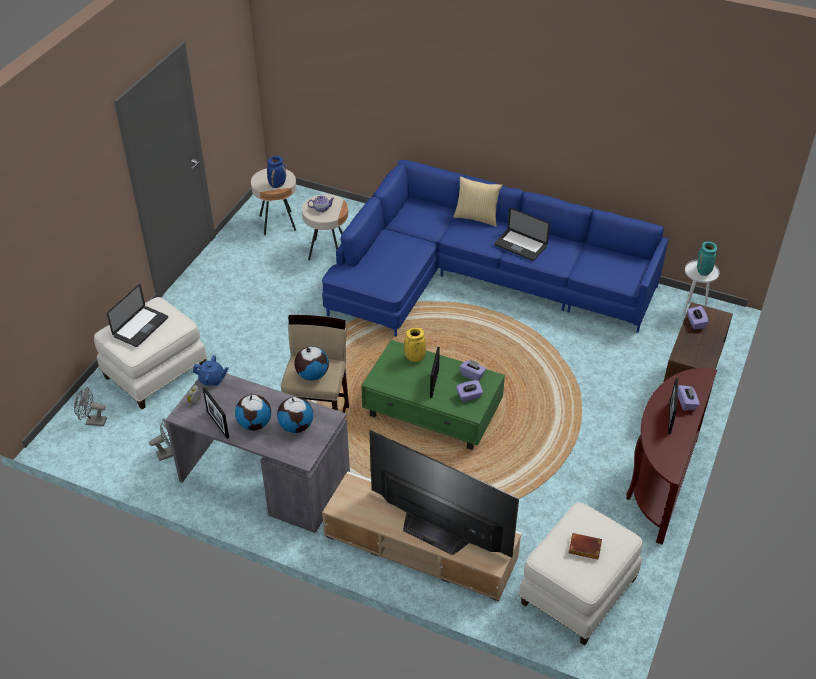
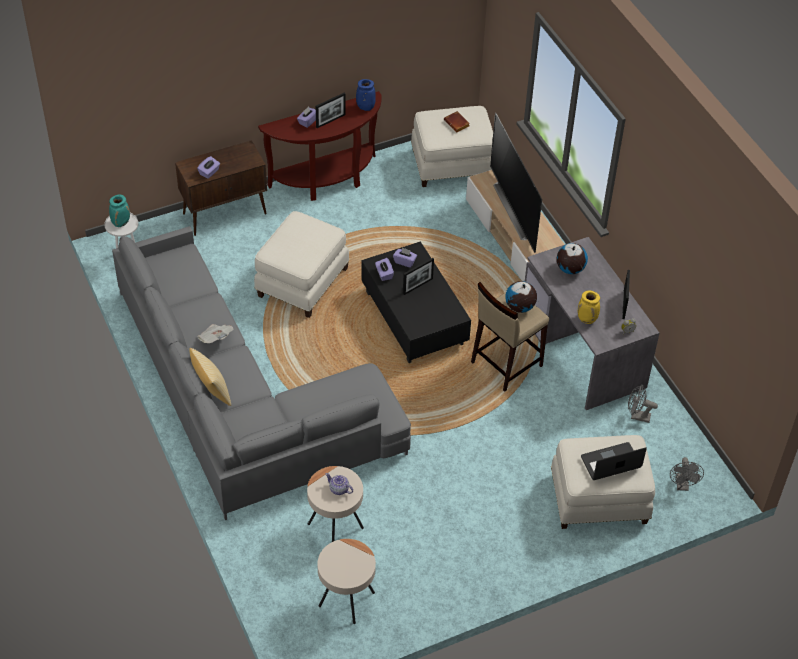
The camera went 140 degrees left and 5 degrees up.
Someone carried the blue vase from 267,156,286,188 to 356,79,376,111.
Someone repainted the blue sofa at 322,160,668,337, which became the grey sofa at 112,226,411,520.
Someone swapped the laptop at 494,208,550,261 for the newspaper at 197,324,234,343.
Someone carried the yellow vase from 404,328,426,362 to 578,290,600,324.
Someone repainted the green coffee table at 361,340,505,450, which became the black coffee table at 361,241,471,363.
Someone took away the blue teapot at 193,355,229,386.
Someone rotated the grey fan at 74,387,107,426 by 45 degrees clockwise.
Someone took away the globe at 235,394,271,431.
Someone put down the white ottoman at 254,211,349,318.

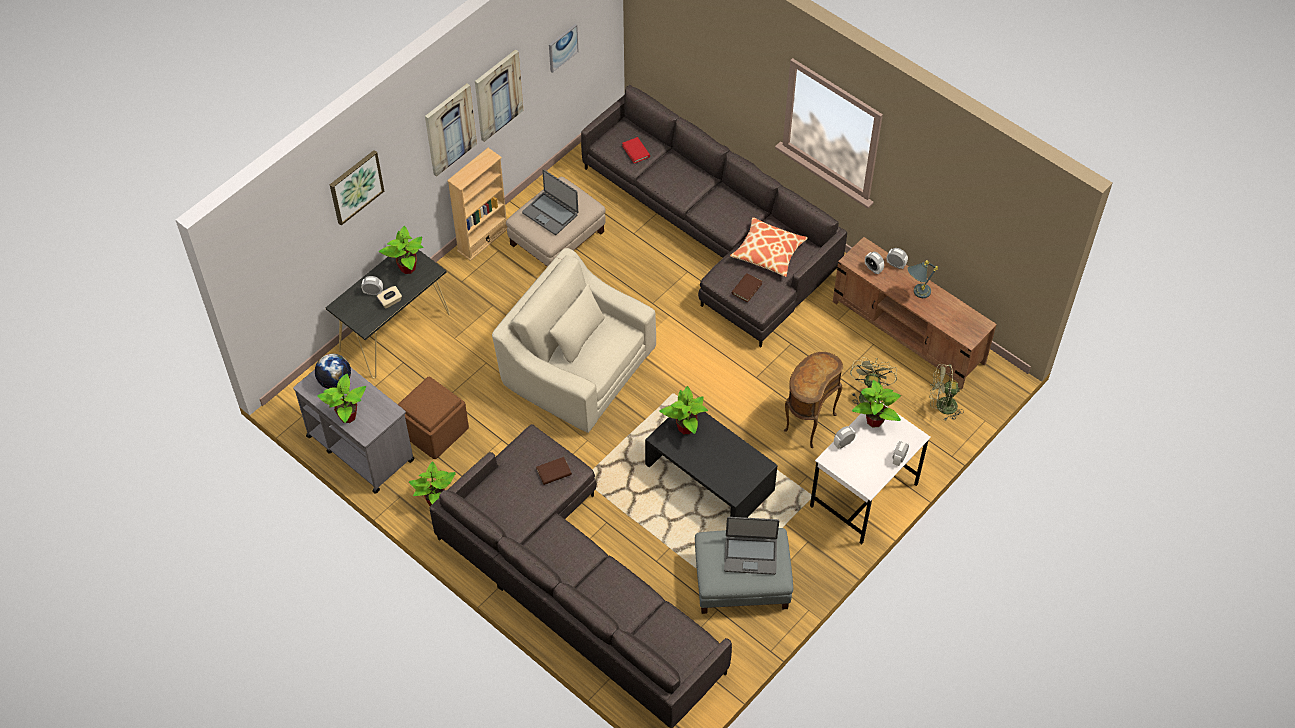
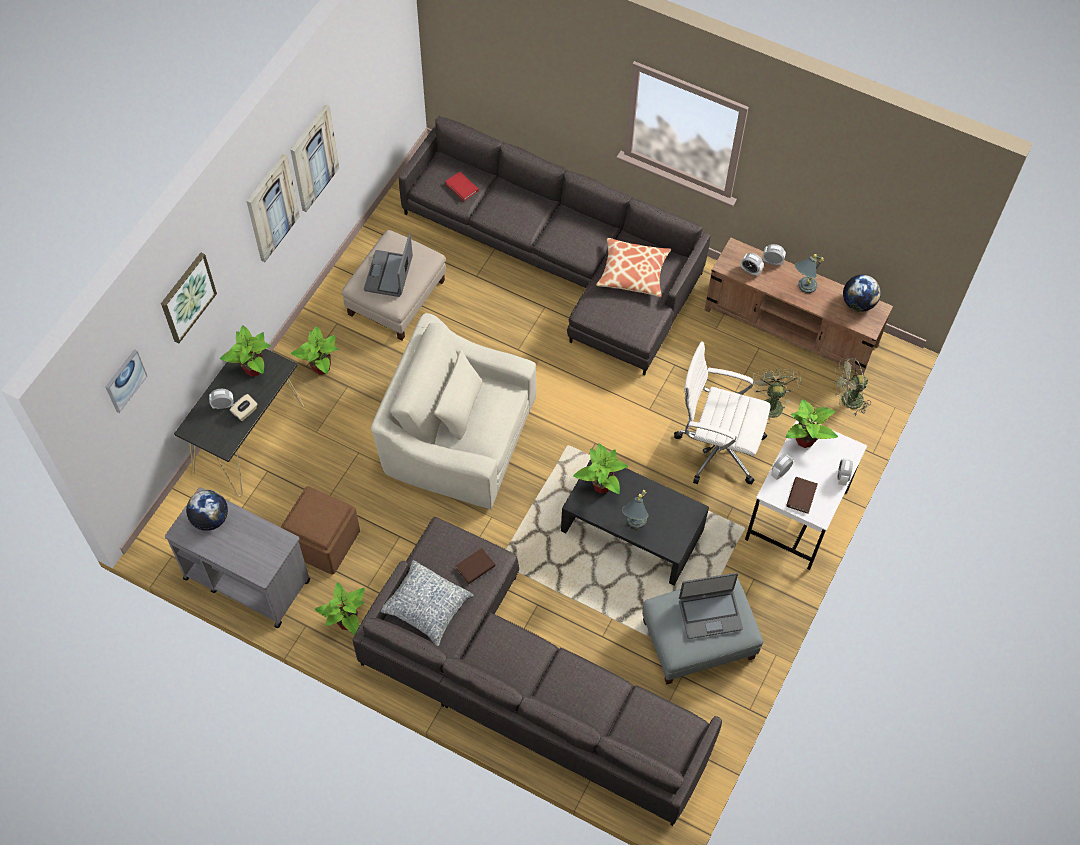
The camera went 15 degrees left and 5 degrees up.
Someone carried the picture from 549,24,578,73 to 105,349,148,413.
Someone took away the beige bookcase at 447,148,507,261.
Someone rotated the laptop at 522,169,578,235 by 75 degrees clockwise.
Someone carried the brown book from 731,273,763,302 to 786,477,818,514.
Someone swapped the brown side table at 784,352,843,448 for the white office chair at 674,342,771,485.
Someone carried the potted plant from 317,374,366,423 to 291,326,338,375.
Someone put down the globe at 843,275,881,312.
Someone put down the grey table lamp at 622,490,648,529.
Someone put down the pillow at 381,560,474,646.

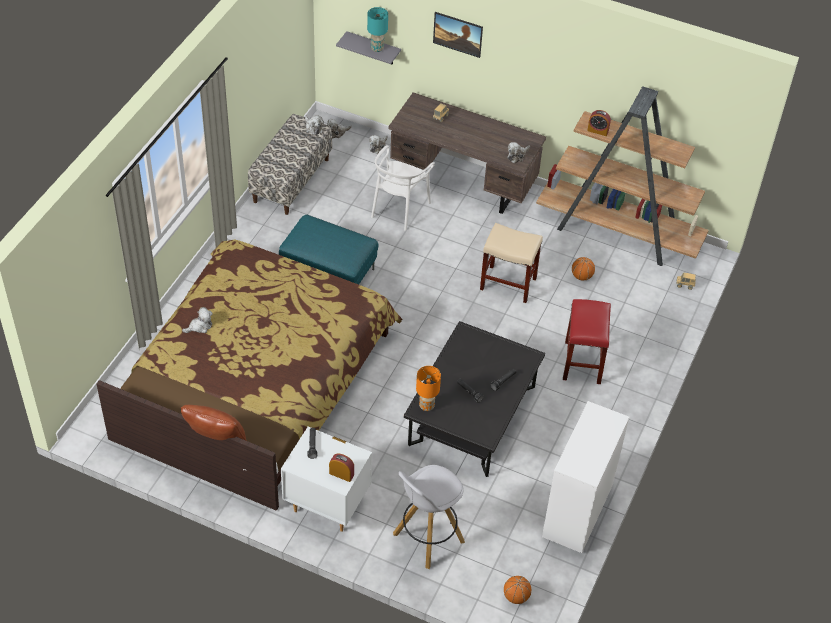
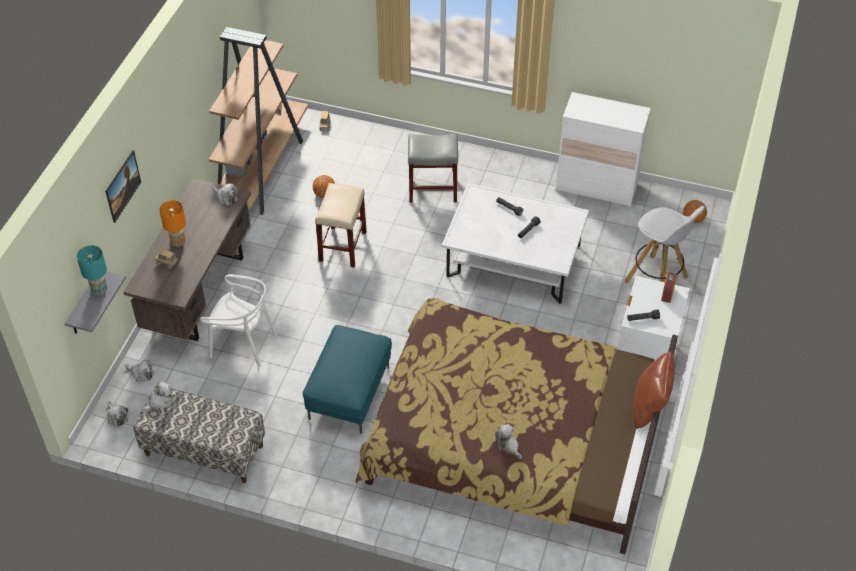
The camera went 95 degrees left and 0 degrees up.
Someone took away the alarm clock at 587,110,611,136.
Someone repainted the red stool at 563,299,611,384, which became the grey stool at 408,134,458,203.
Someone repainted the black coffee table at 404,321,545,477, which became the white coffee table at 442,183,589,304.
Someone carried the orange table lamp from 416,366,441,411 to 159,200,186,247.

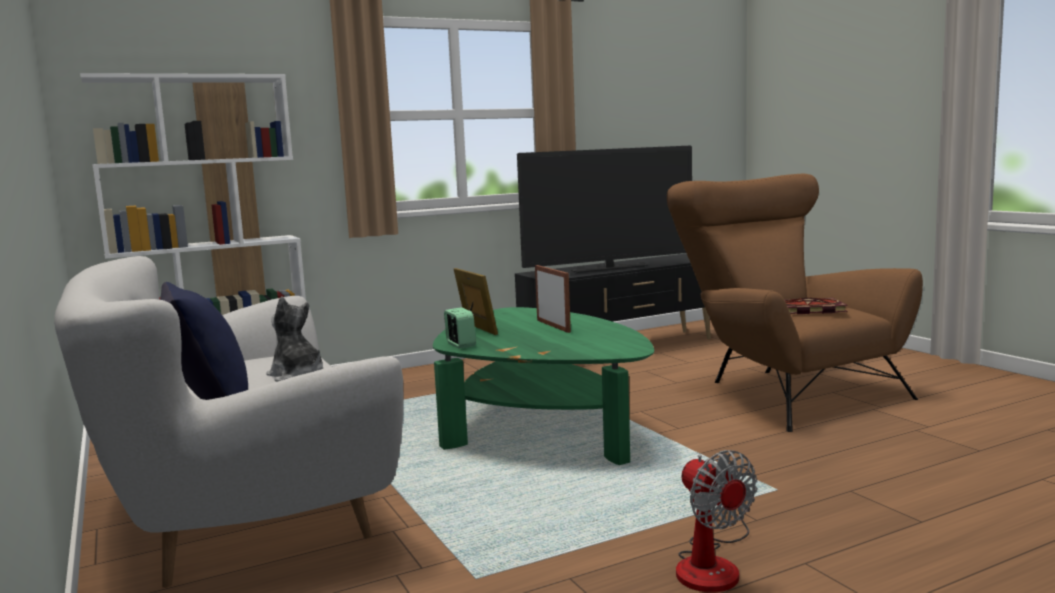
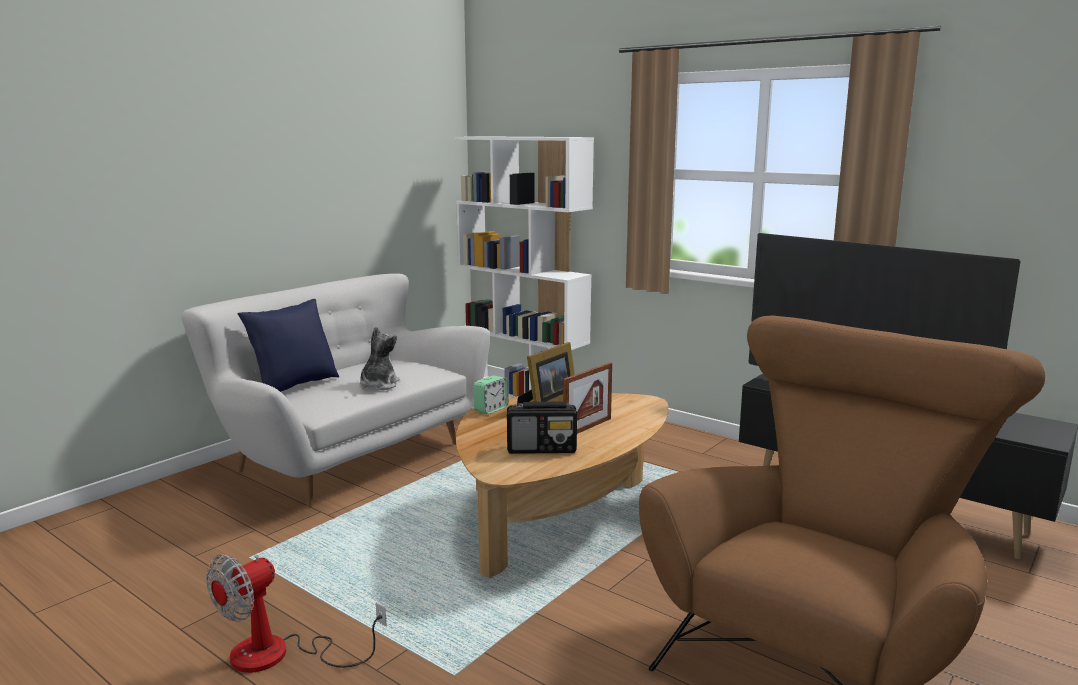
The camera went 65 degrees right and 5 degrees up.
Someone took away the book at 785,298,848,314.
Someone repainted the green coffee table at 433,307,654,465, which became the brown coffee table at 456,393,669,578.
Someone put down the radio at 507,401,577,454.

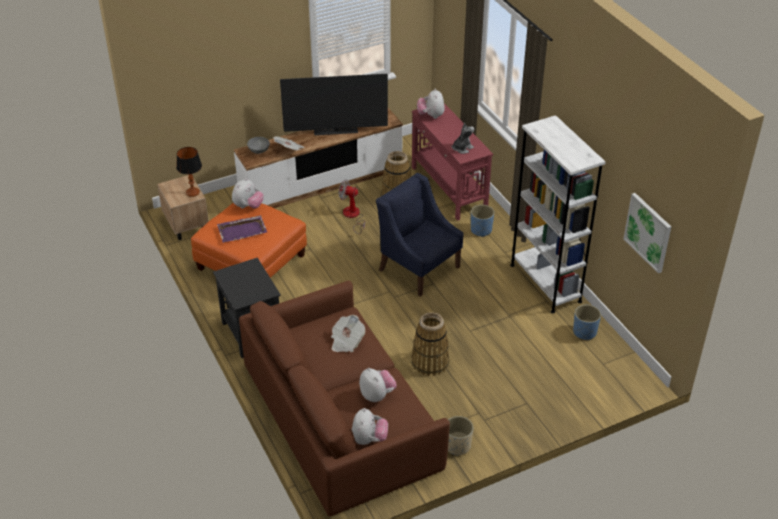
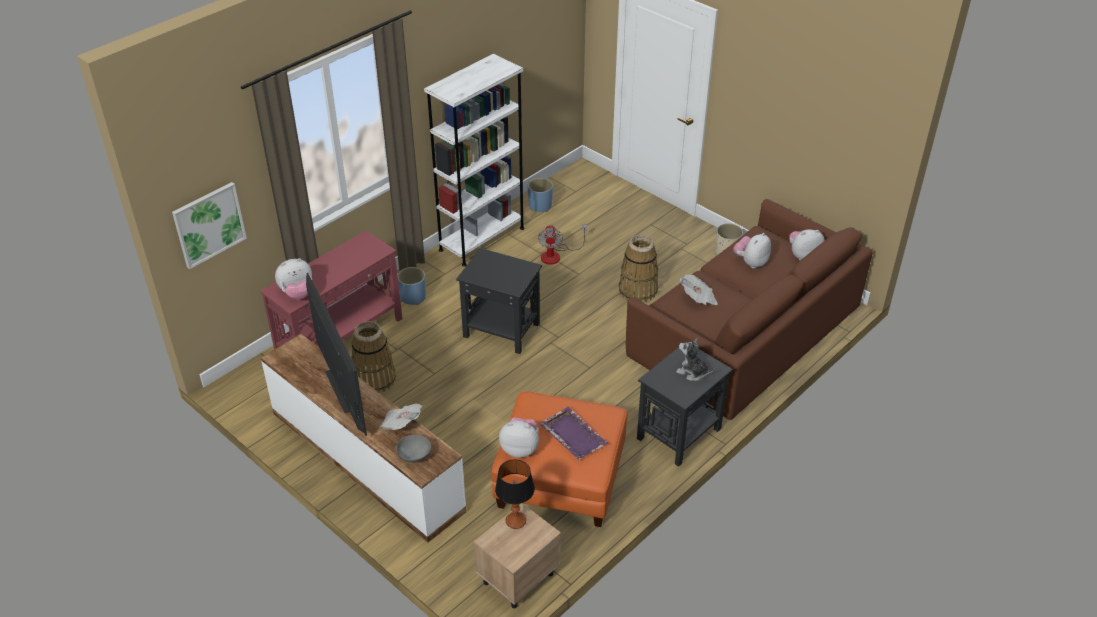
The camera went 110 degrees left and 0 degrees up.
Someone carried the plush toy from 452,123,474,154 to 676,338,714,381.
Someone swapped the blue armchair at 376,173,463,296 for the black side table at 456,248,542,354.
Someone carried the fan from 339,180,365,234 to 538,224,587,264.
Someone carried the picture from 623,193,671,273 to 172,182,247,269.

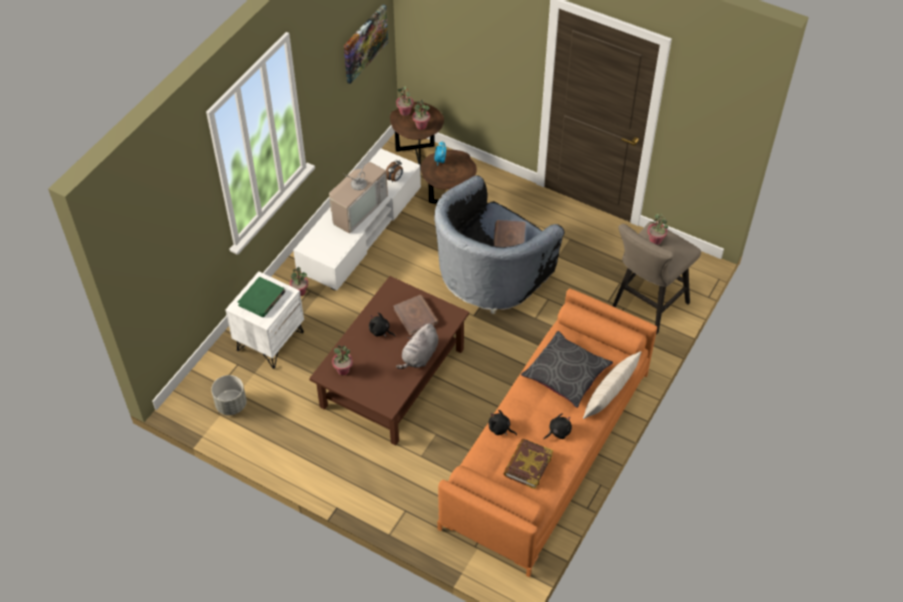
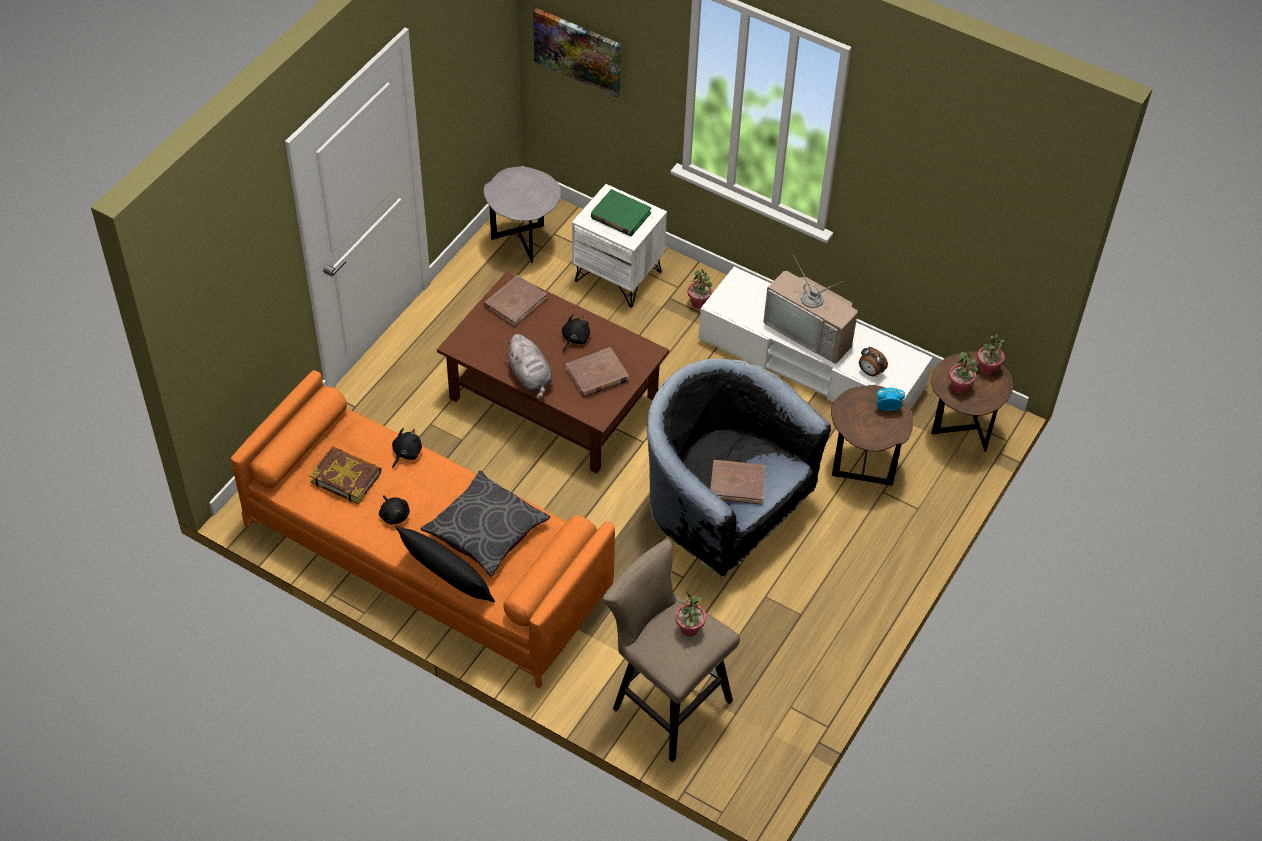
The camera went 90 degrees right and 0 degrees up.
Someone carried the picture from 344,4,388,84 to 533,8,621,97.
Someone rotated the grey plush toy at 396,324,438,369 by 150 degrees counterclockwise.
Someone swapped the potted plant at 332,345,353,375 for the brown book at 484,275,547,327.
Someone repainted the beige pillow at 583,351,641,419, which became the black pillow at 395,526,495,602.
Someone swapped the grey planter at 211,375,247,415 for the grey side table at 484,167,561,263.

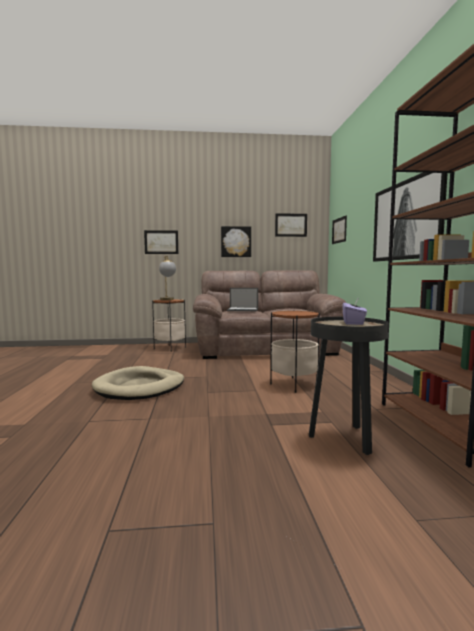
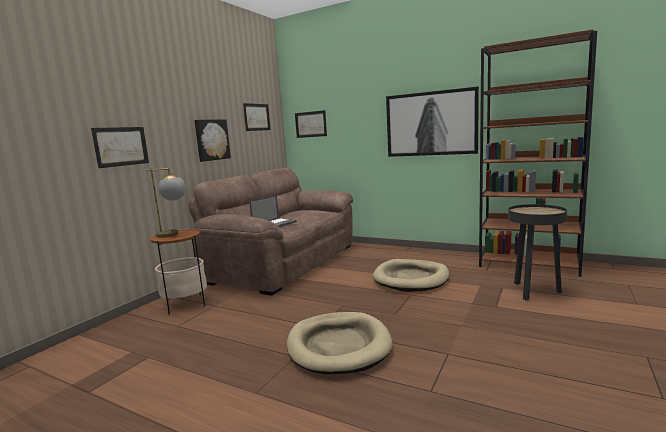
The camera went 55 degrees left and 5 degrees up.
Someone took away the purple tissue box at 342,298,367,325.
Someone swapped the side table at 270,310,320,393 for the beige dog bed at 373,259,449,292.

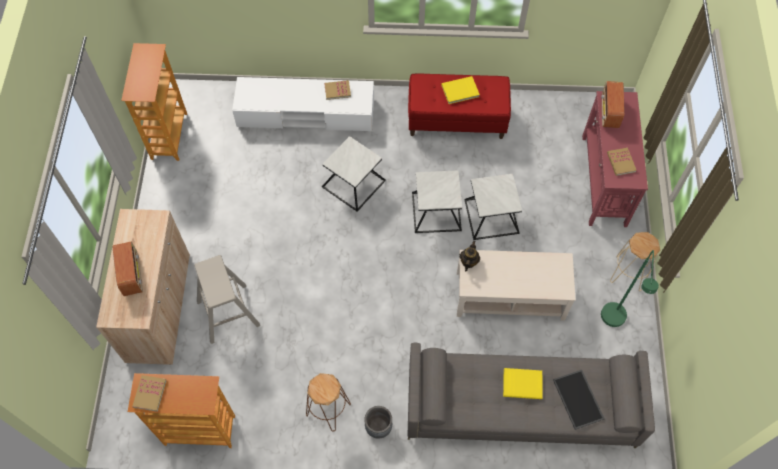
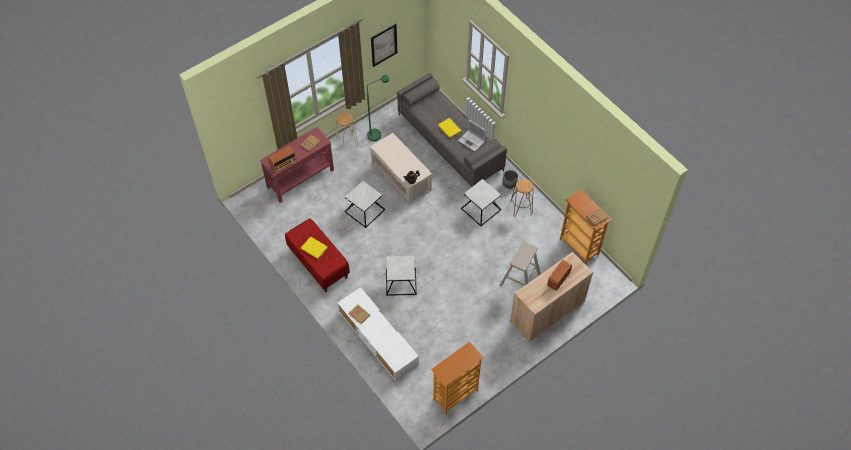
The camera went 130 degrees left and 5 degrees down.
Someone carried the side table from 412,170,462,233 to 461,179,502,226.
Someone took away the tray at 553,370,605,430.
Someone put up the picture at 371,24,397,67.
Someone put down the laptop at 458,120,486,151.

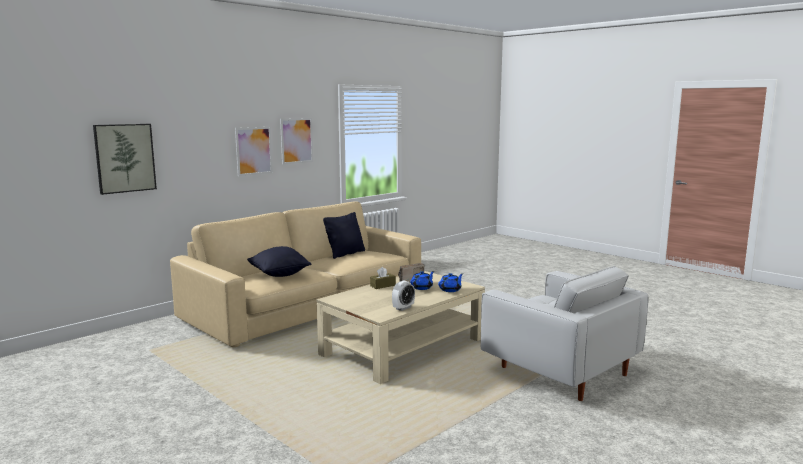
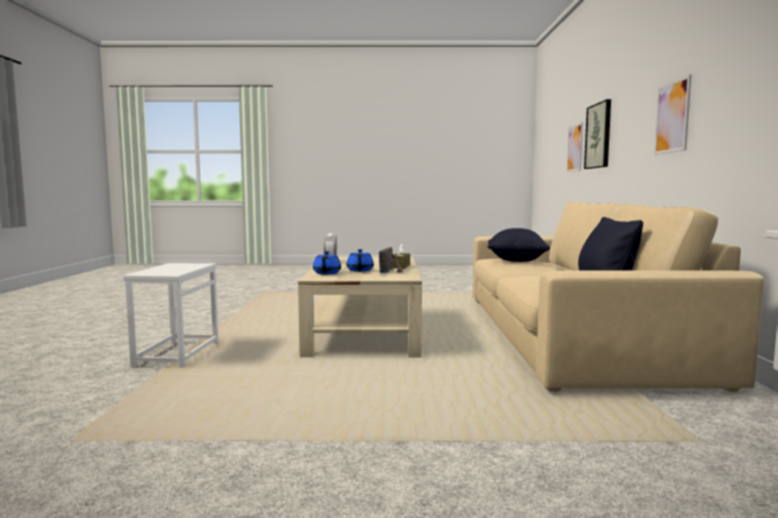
The camera went 135 degrees right and 5 degrees down.
Someone carried the picture from 280,118,313,164 to 567,122,583,172.
Someone swapped the white armchair at 481,266,648,401 for the white side table at 123,263,218,368.

